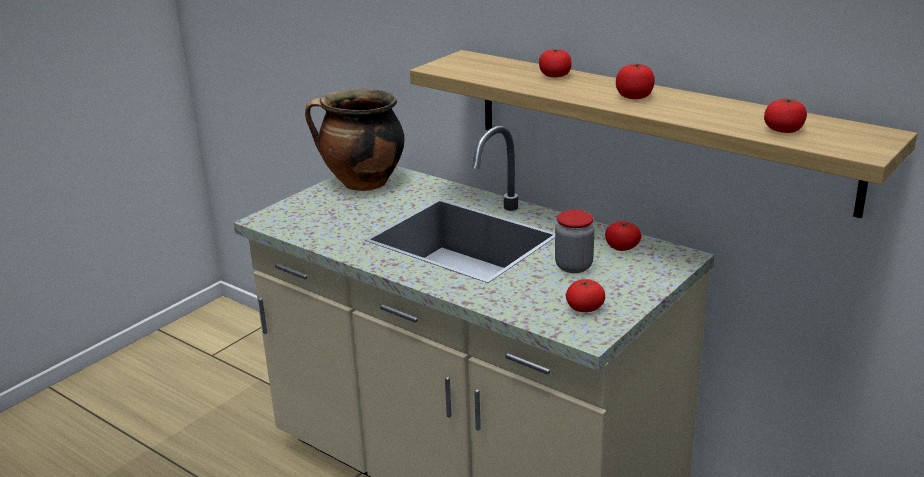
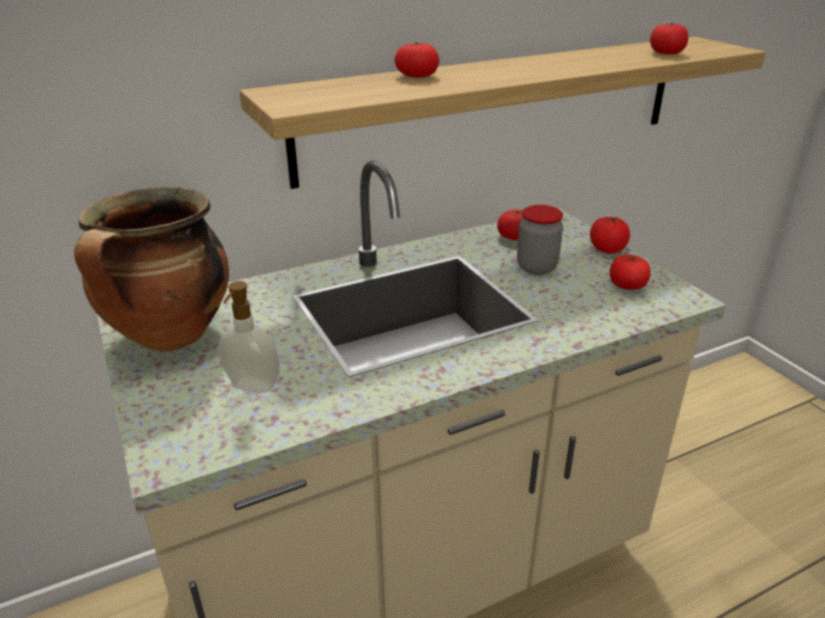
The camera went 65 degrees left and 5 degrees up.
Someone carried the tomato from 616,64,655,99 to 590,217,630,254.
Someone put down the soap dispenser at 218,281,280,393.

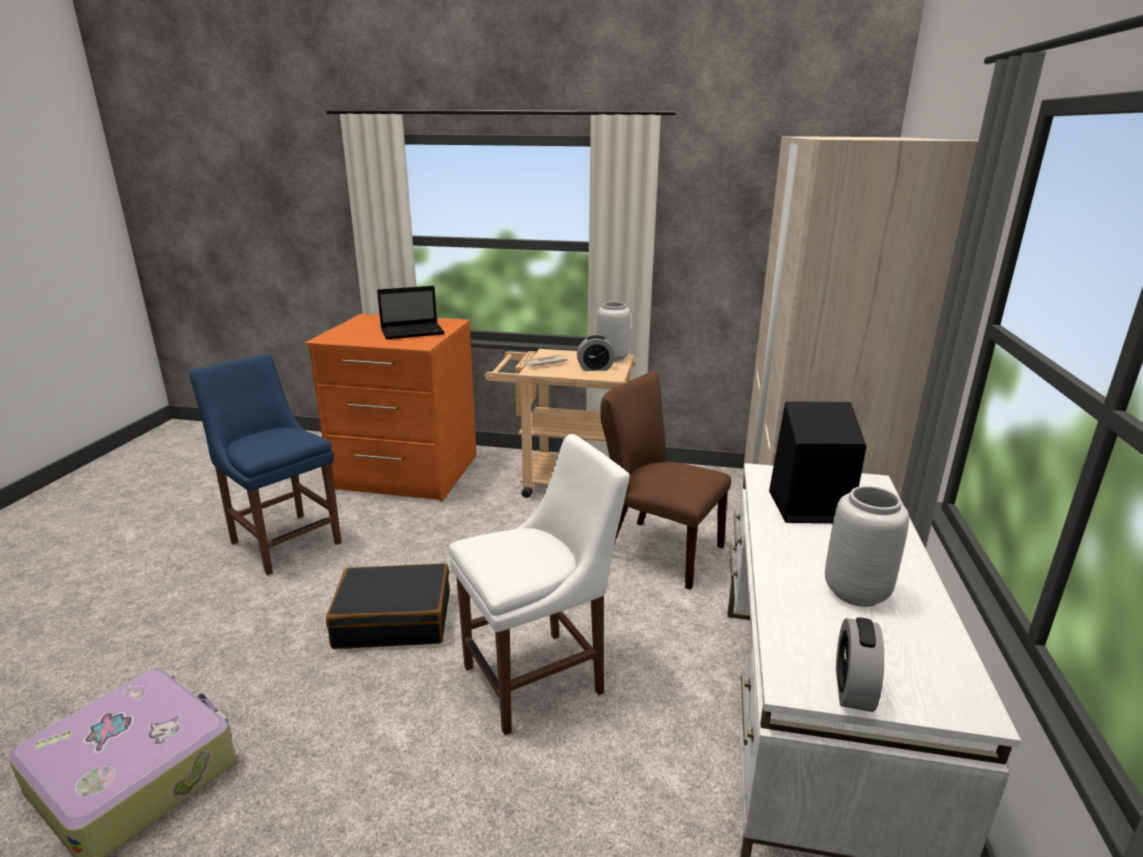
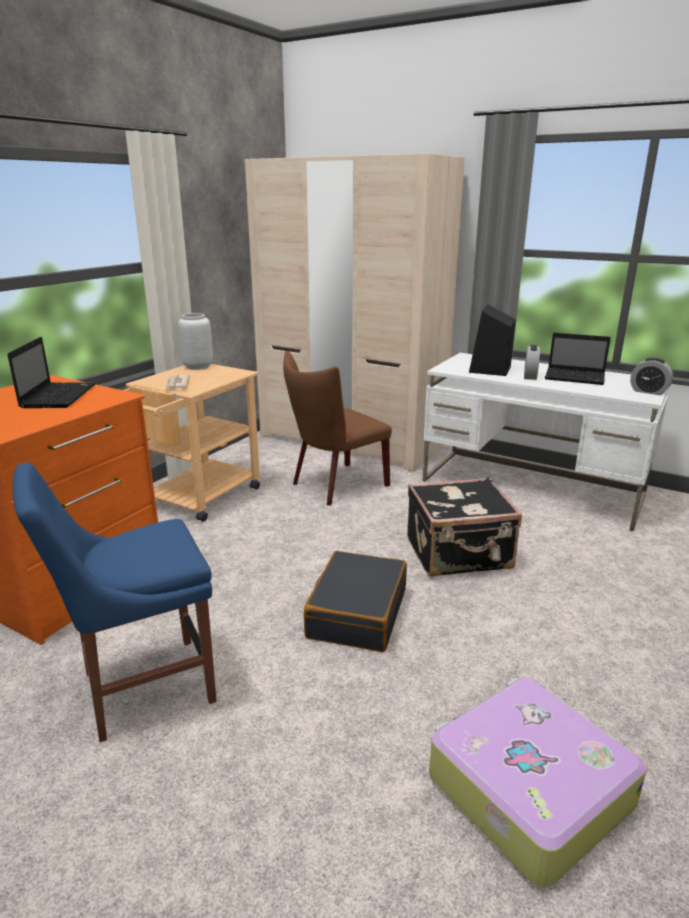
The camera went 70 degrees left and 0 degrees up.
Someone carried the alarm clock from 577,335,615,371 to 524,345,540,380.
Someone swapped the white chair at 449,434,630,735 for the black suitcase at 407,477,522,577.
Someone swapped the grey vase at 825,486,909,607 for the laptop at 545,333,611,385.

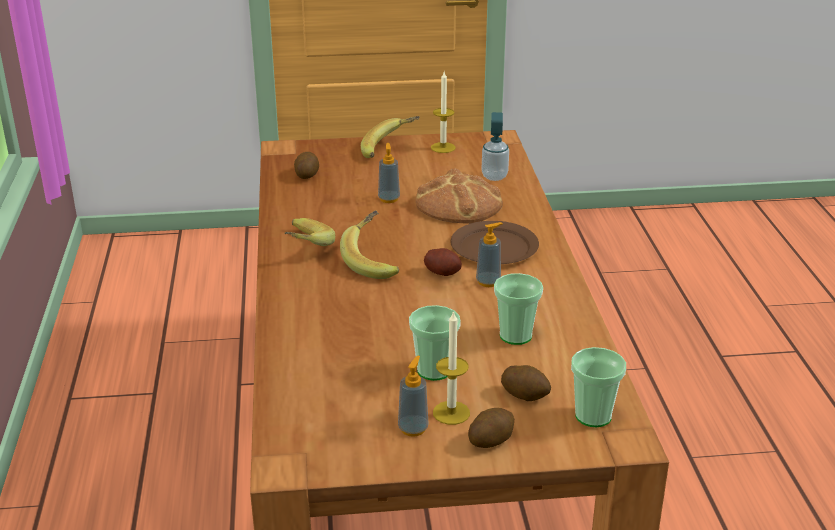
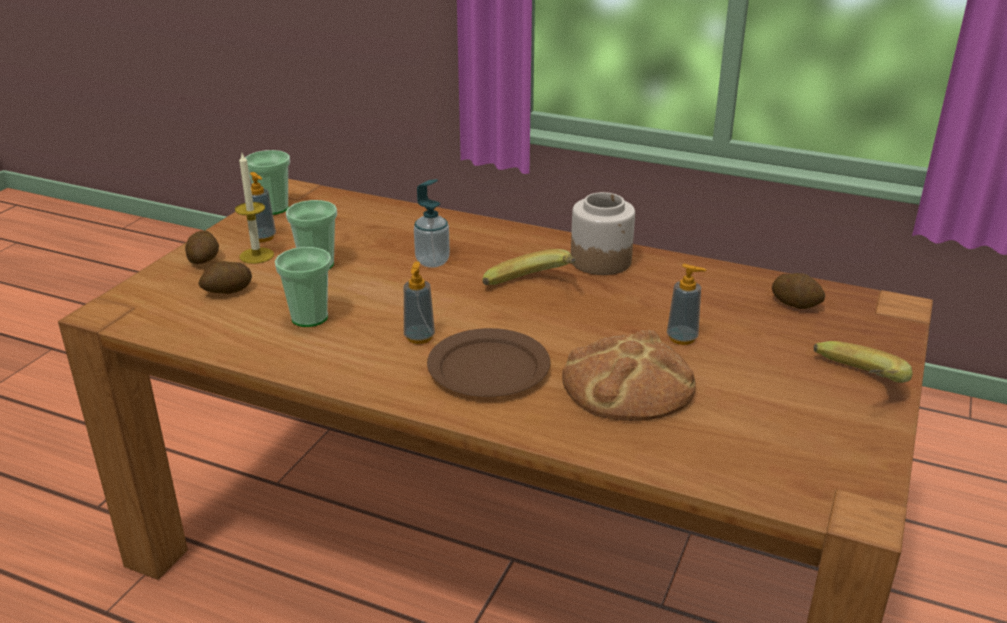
The camera went 120 degrees right and 0 degrees up.
Someone took away the candle at 431,72,456,153.
Someone carried the soap dispenser from 481,112,509,181 to 414,179,450,268.
Someone swapped the banana at 284,218,335,246 for the jar at 571,192,635,275.
Someone took away the potato at 424,248,462,276.
Someone carried the cup from 571,347,626,427 to 245,150,290,215.

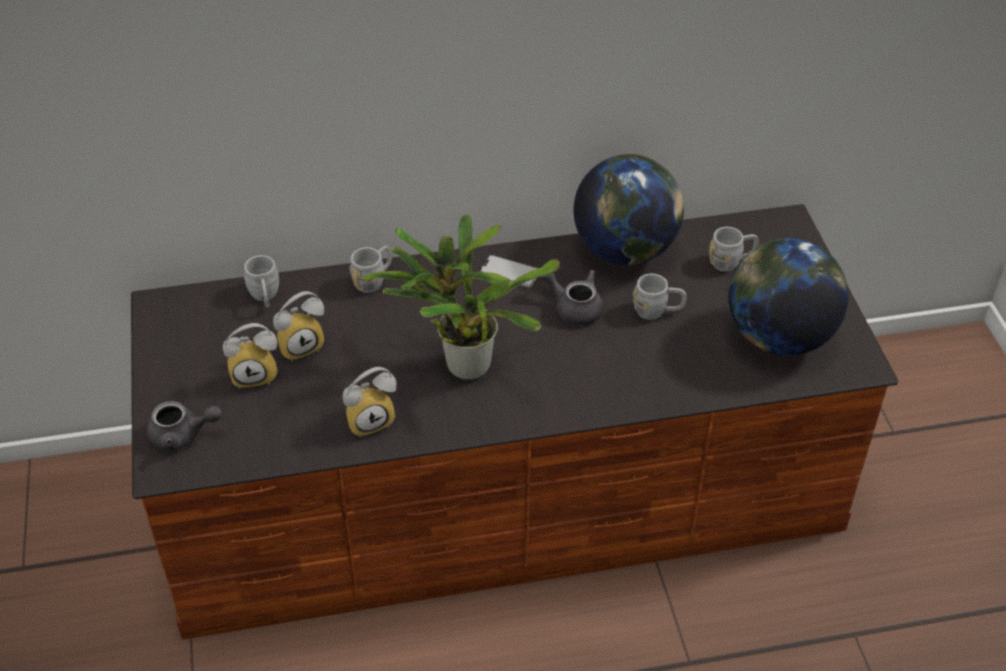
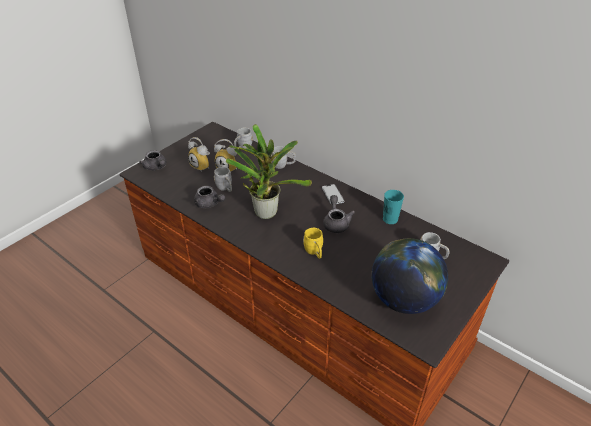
The camera went 50 degrees right and 5 degrees down.
Someone swapped the globe at 573,154,684,265 for the turquoise cup at 383,190,404,224.
Someone carried the grey mug from 633,274,687,320 to 214,167,232,192.
Someone swapped the alarm clock at 342,367,397,438 for the grey teapot at 194,186,226,208.
Someone put down the yellow mug at 303,228,323,258.

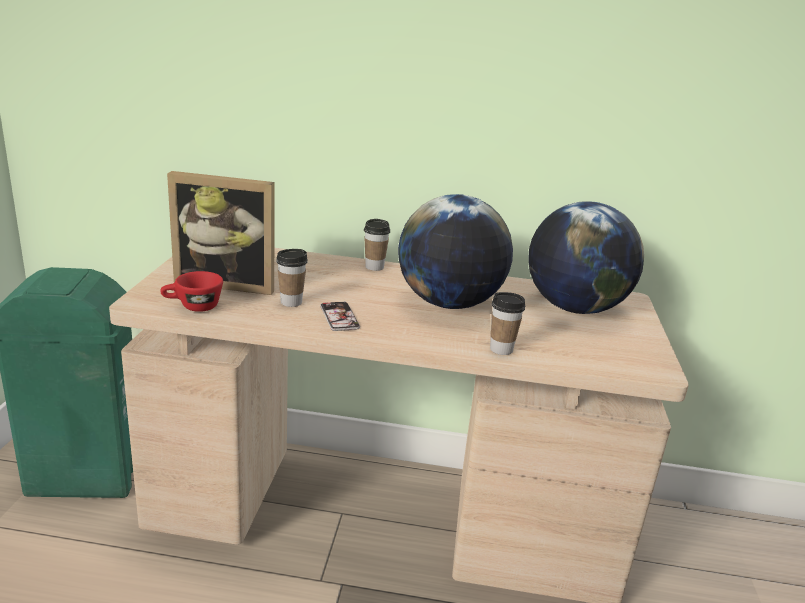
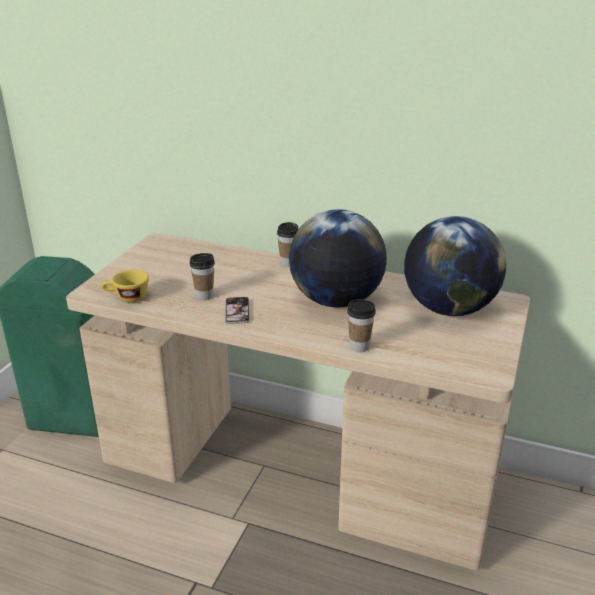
The camera went 15 degrees right and 5 degrees up.
Someone took away the picture frame at 167,171,275,295.
Someone repainted the red cup at 160,271,223,312, which became the yellow cup at 101,269,149,302.

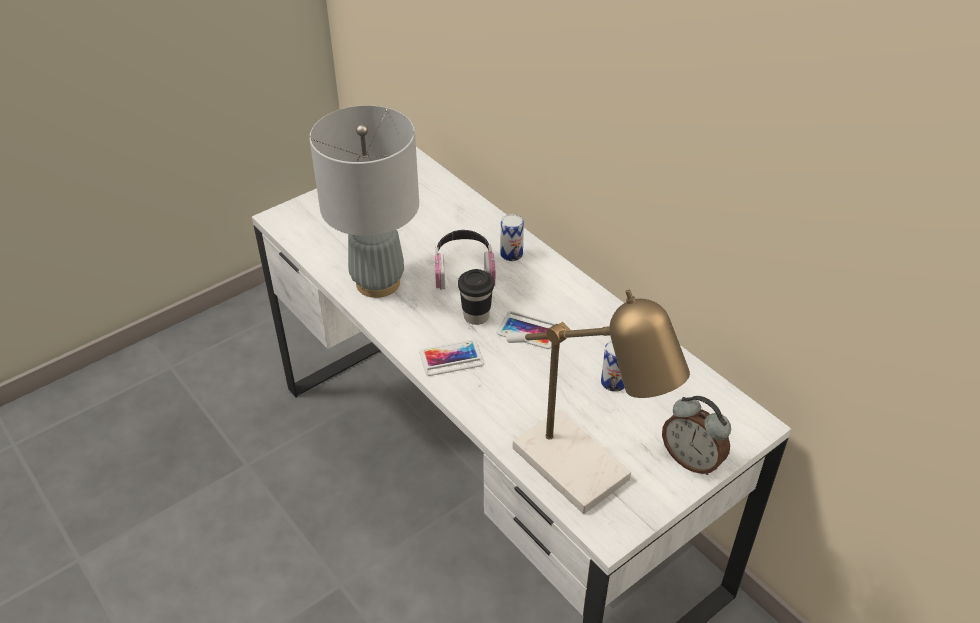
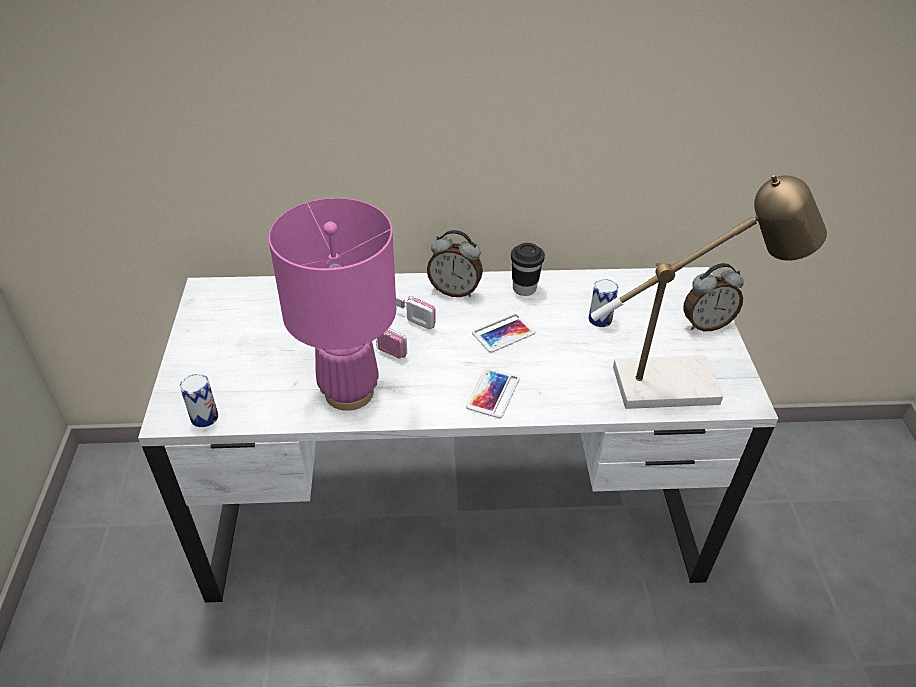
The camera went 55 degrees left and 0 degrees up.
Someone repainted the grey table lamp at 309,105,419,298, which became the pink table lamp at 268,198,396,411.
Someone carried the can from 500,214,524,261 to 180,374,218,427.
Someone carried the black cup from 458,269,494,325 to 511,243,545,296.
Someone put down the alarm clock at 427,230,483,297.

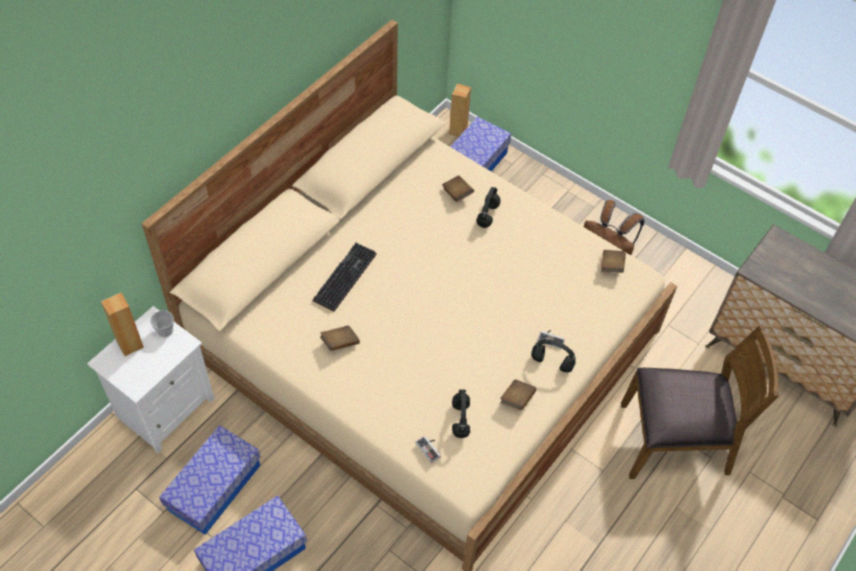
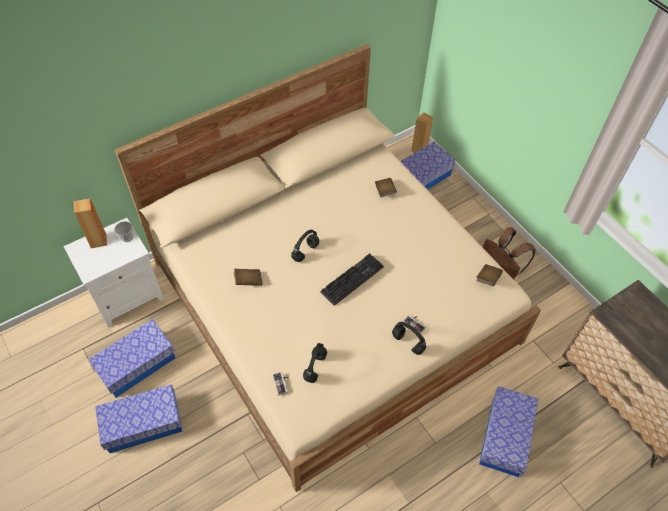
The camera went 20 degrees right and 0 degrees up.
Someone carried the black headphones from 476,187,501,228 to 291,230,319,262.
Someone carried the keyboard from 313,242,377,312 to 320,253,384,306.
Someone swapped the brown chair at 621,325,779,479 for the storage box at 479,386,539,477.
Someone took away the brown book at 500,379,536,410.

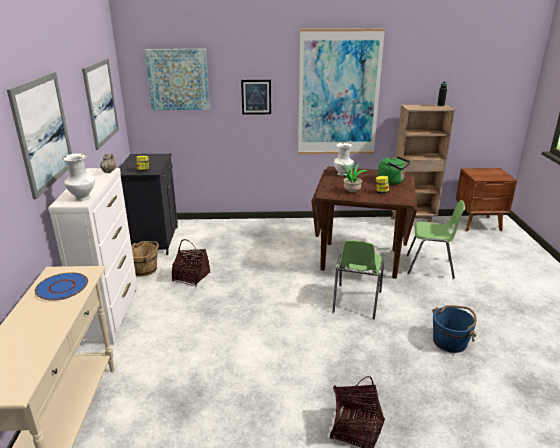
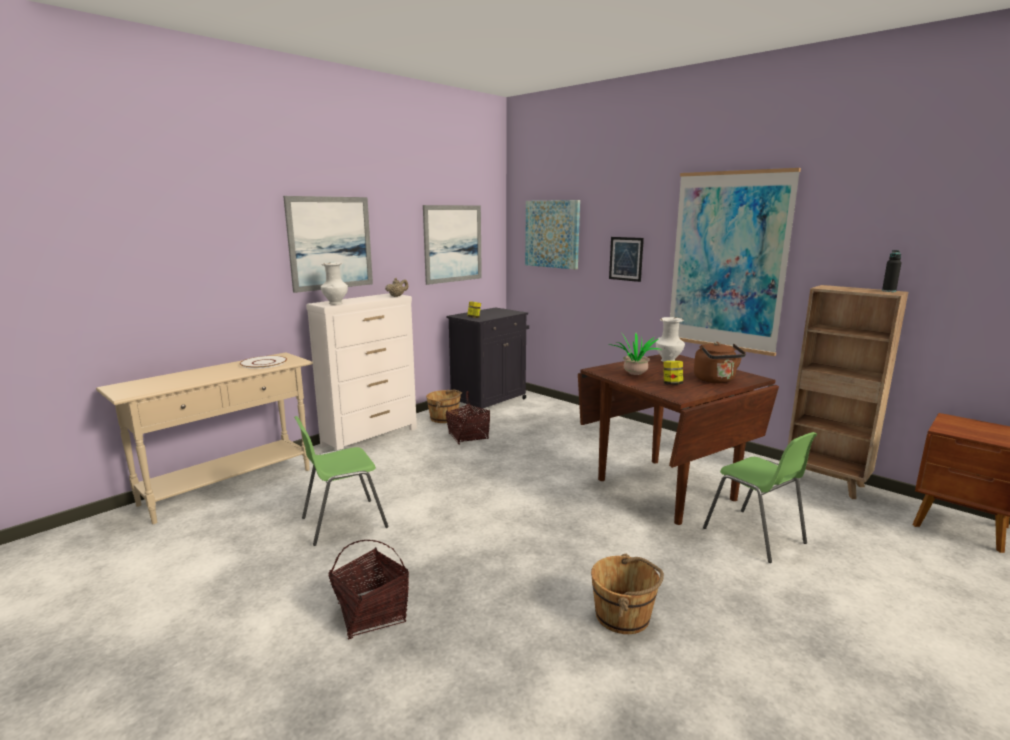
The camera went 45 degrees right and 10 degrees down.
Someone repainted the green kettle at 378,156,411,185, which became the brown kettle at 694,342,746,383.
Someone carried the green chair from 332,240,384,319 to 294,416,389,546.
Someone repainted the blue plate at 35,272,88,301, which became the white plate at 240,356,287,369.
Someone repainted the blue bucket at 432,305,477,353, which became the brown bucket at 591,554,664,634.

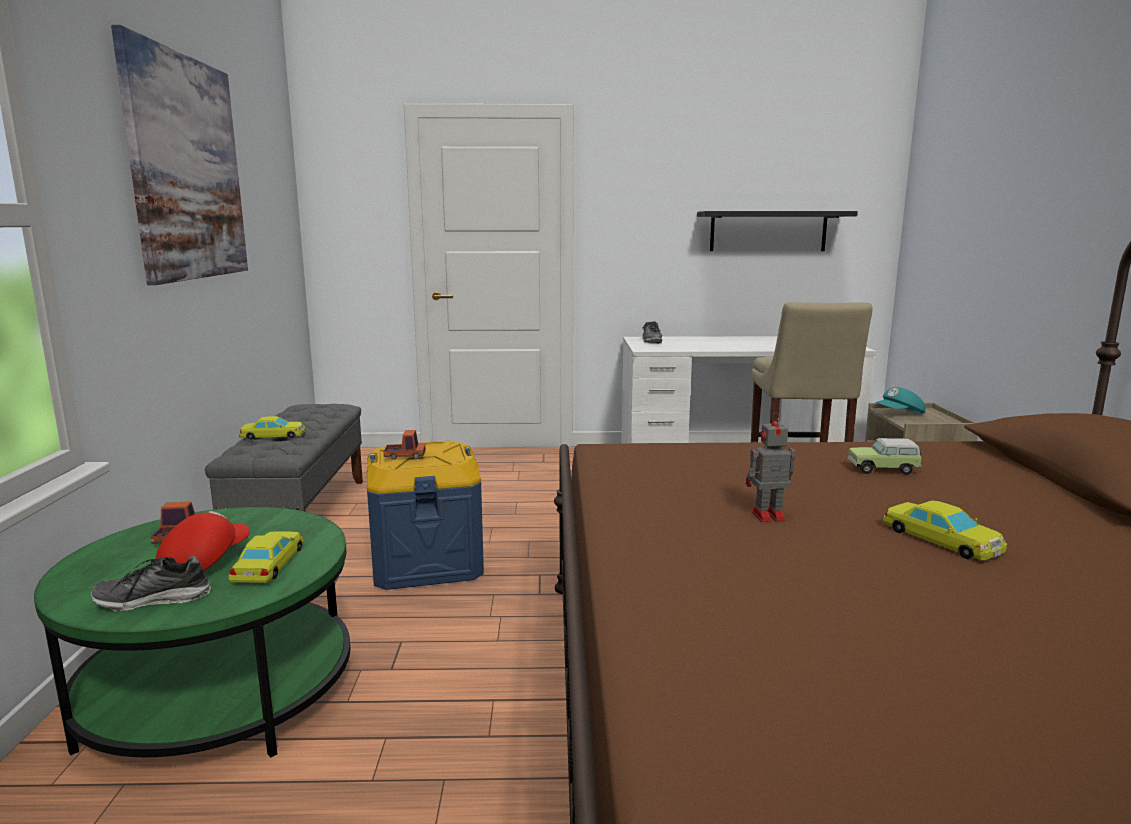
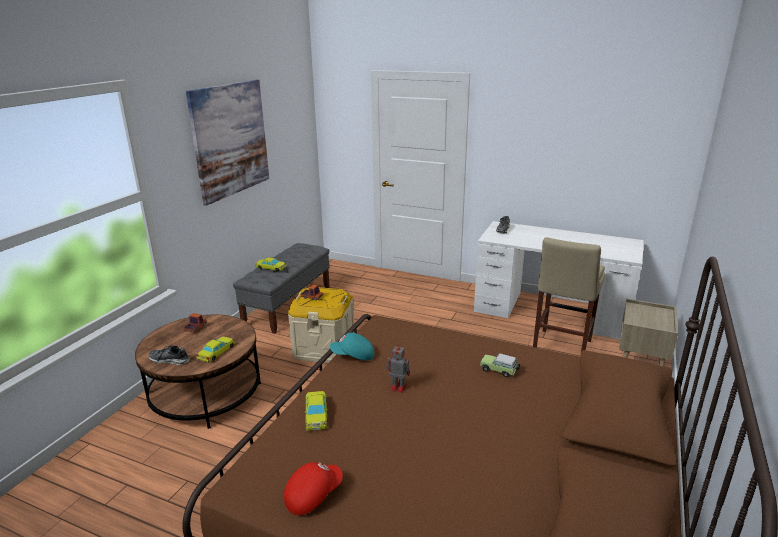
The camera went 25 degrees right and 10 degrees up.
Someone took away the black shelf at 697,211,858,251.
Someone carried the turquoise cap from 875,387,926,414 to 330,333,374,361.
Someone repainted the blue storage box at 367,441,484,590, which became the beige storage box at 288,287,354,363.
Someone carried the yellow toy car from 882,500,1007,561 to 304,391,328,431.
Someone repainted the green coffee table at 34,507,350,758, which became the brown coffee table at 135,315,261,429.
Someone carried the red cap from 155,511,250,571 to 284,462,343,515.

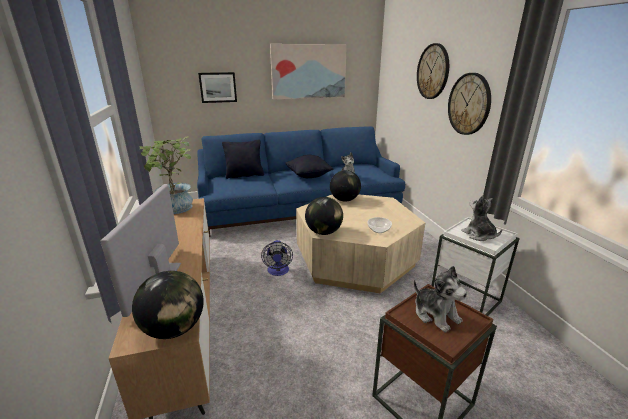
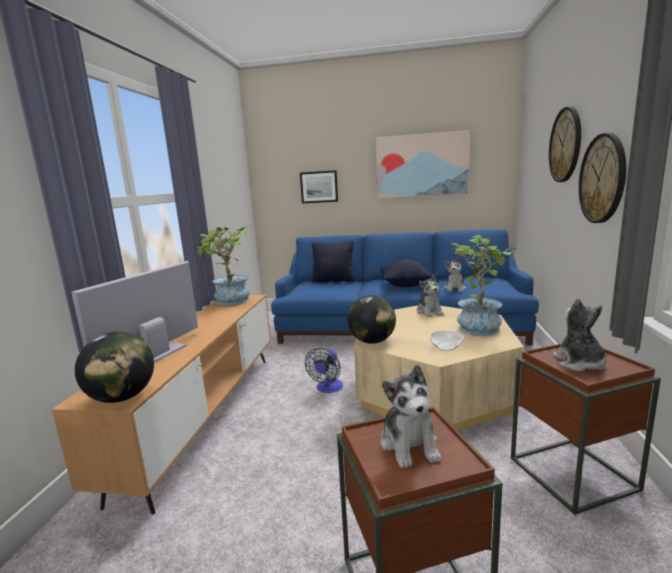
The camera went 25 degrees right and 10 degrees down.
Someone swapped the globe at 330,170,361,202 for the plush toy at 417,274,444,317.
Someone repainted the white side table at 431,217,520,316, which became the brown side table at 511,343,661,515.
Someone put down the potted plant at 452,235,516,336.

